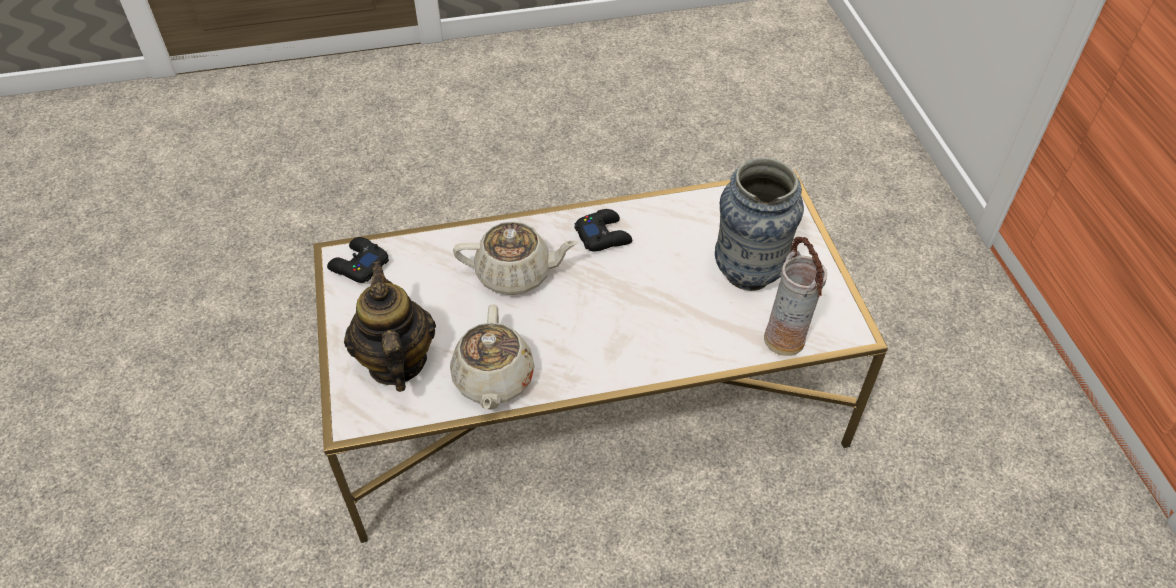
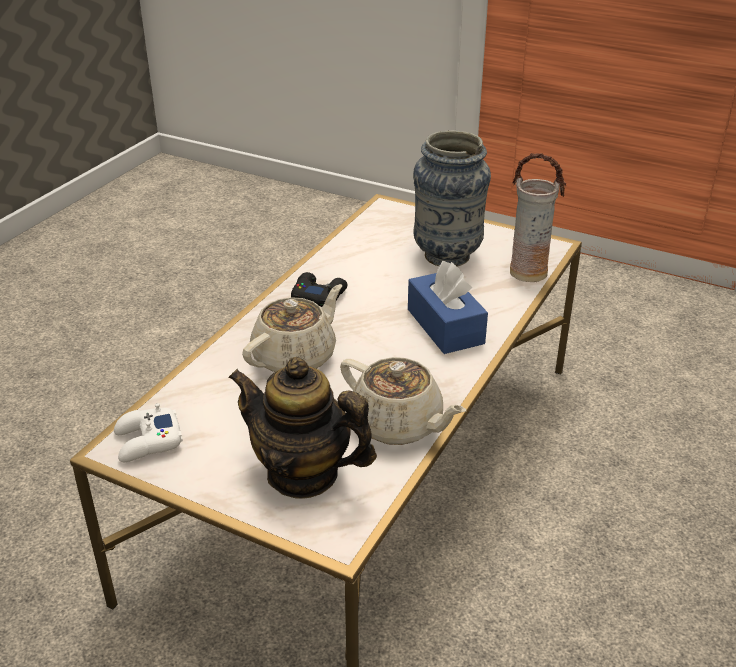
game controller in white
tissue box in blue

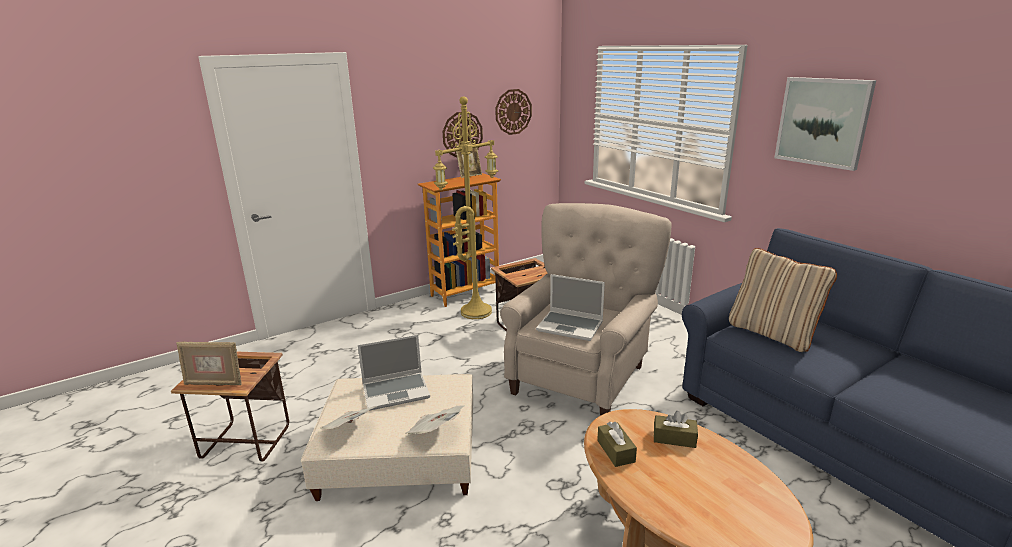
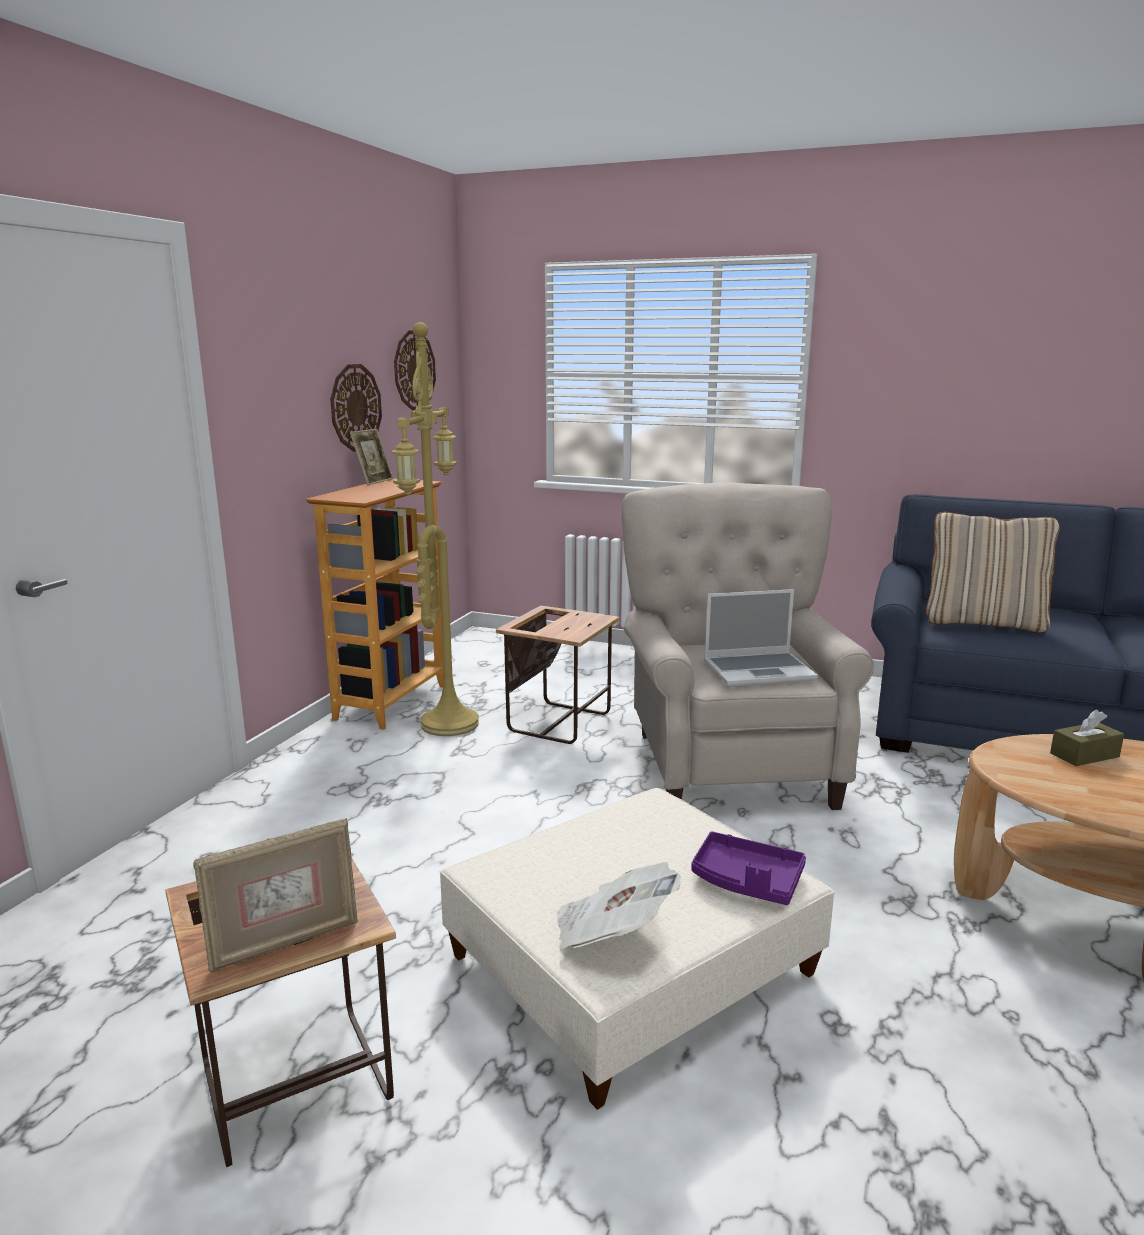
picture
laptop (1st from left in the first image)
tray in purple
tissue box in brown (1st from left in the first image)

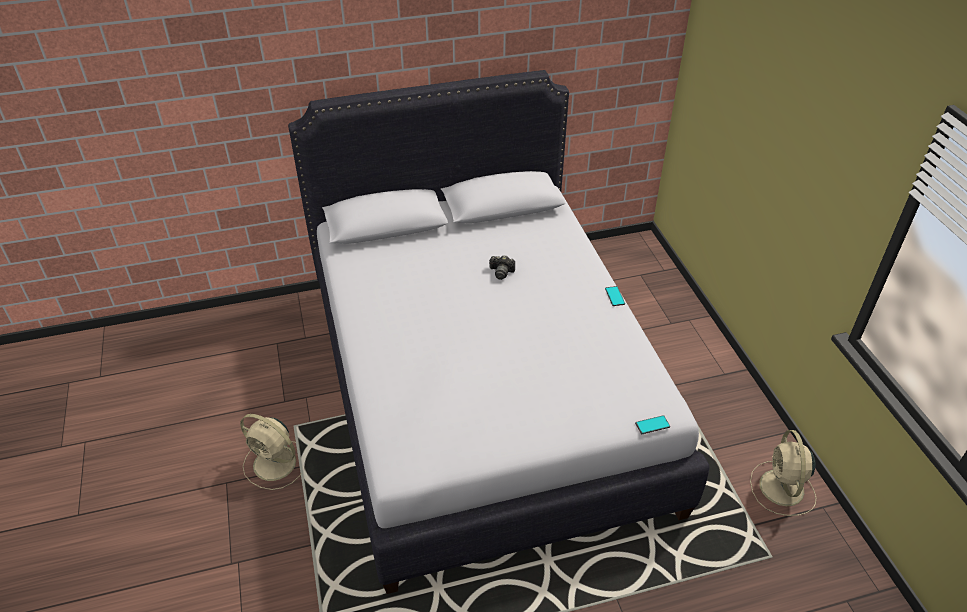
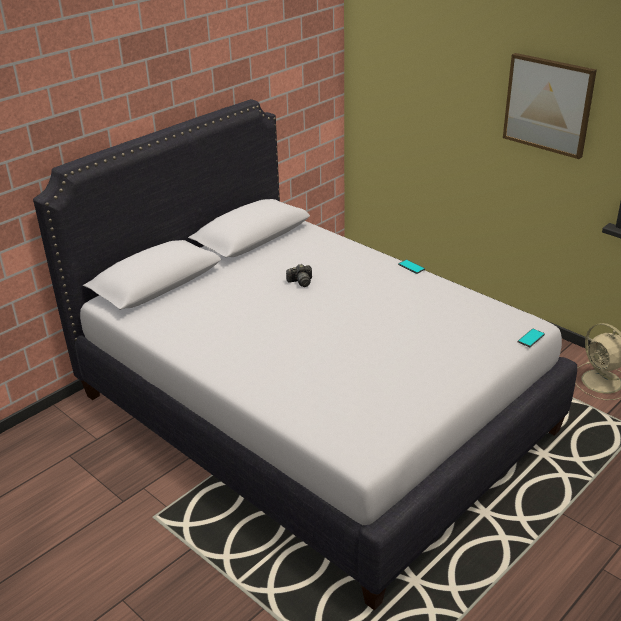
fan in beige (1st from left in the first image)
picture

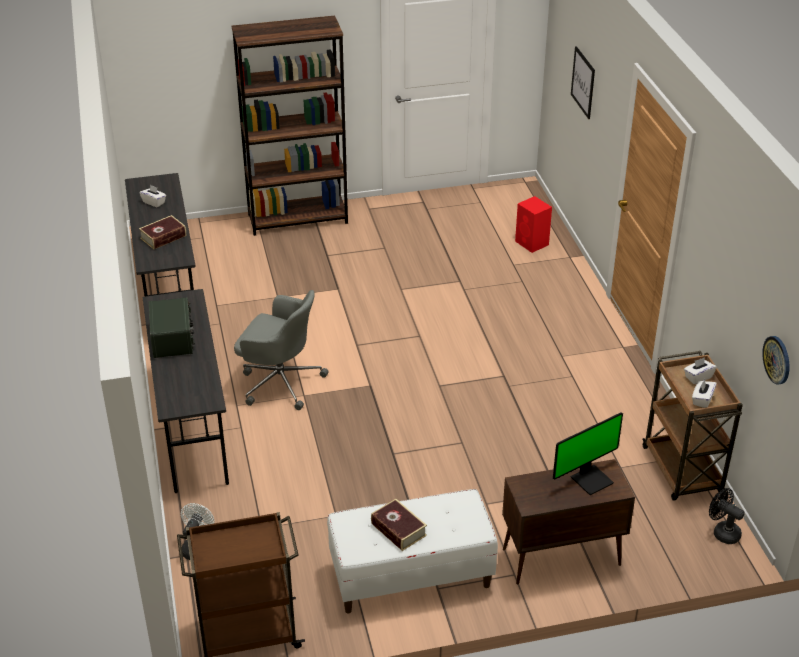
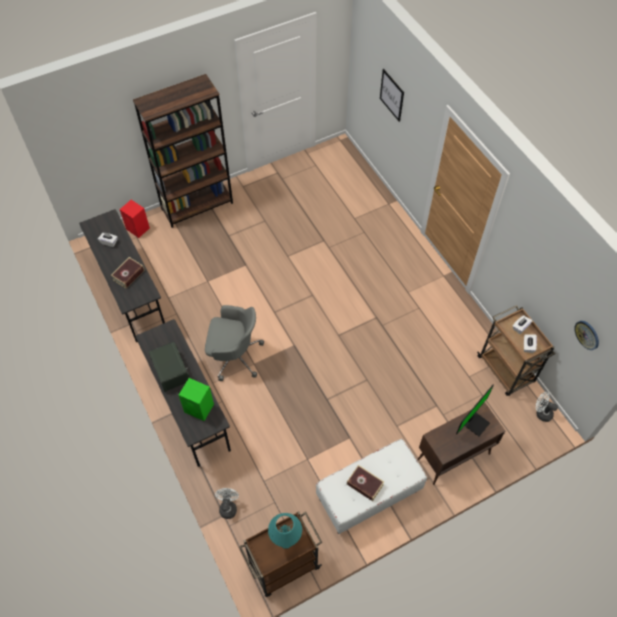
speaker in red
fan in white (2nd from left)
speaker in green
table lamp in turquoise

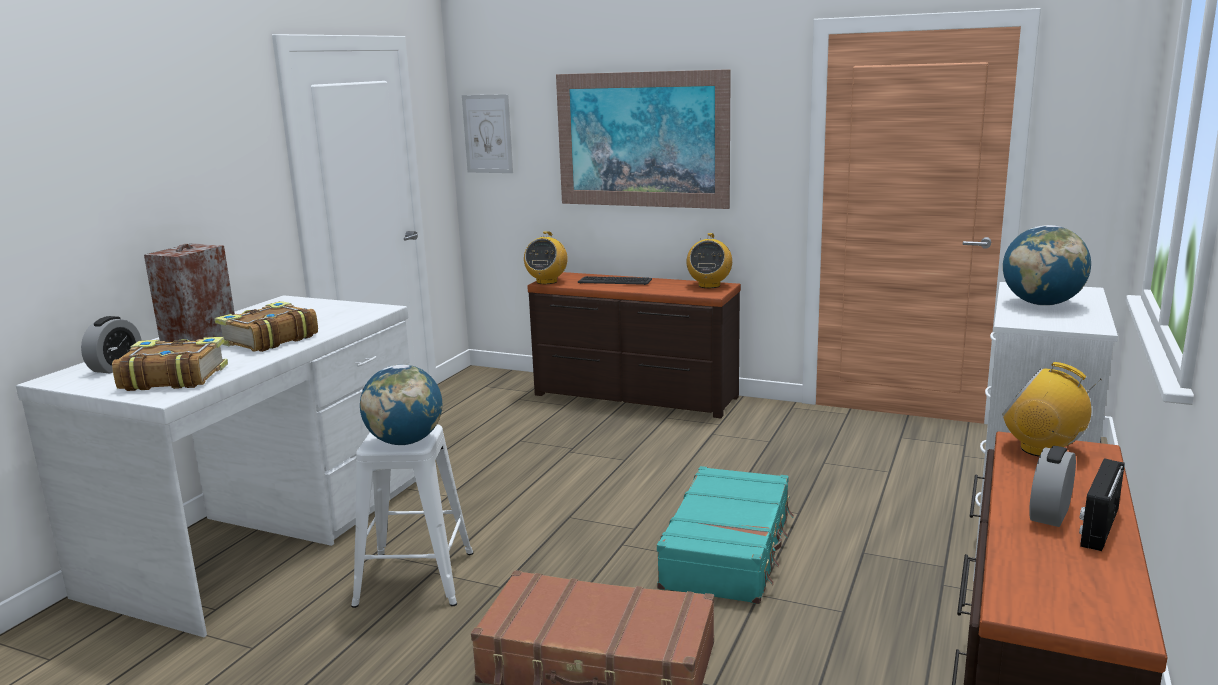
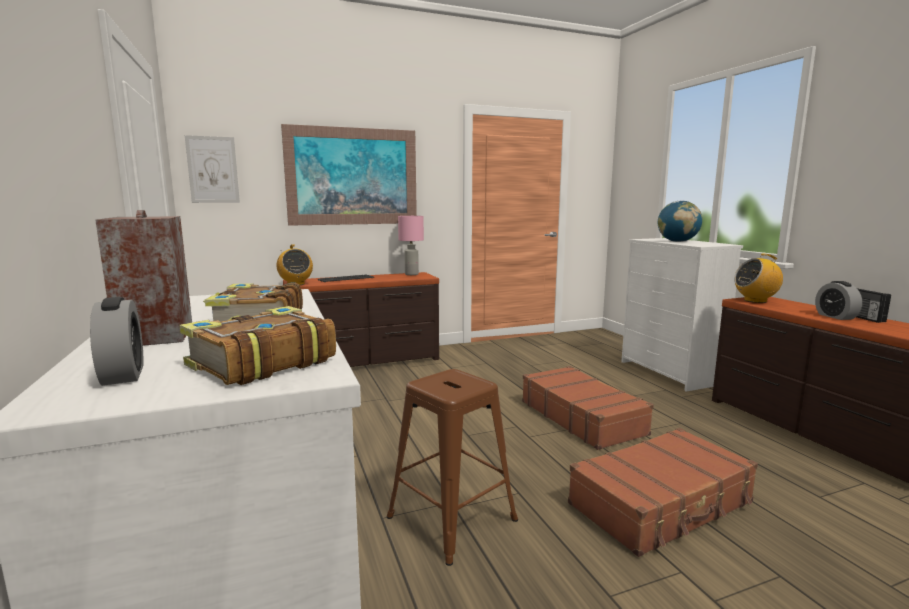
table lamp in pink
globe (1st from left in the first image)
stool in brown
suitcase in brown (1st from left)

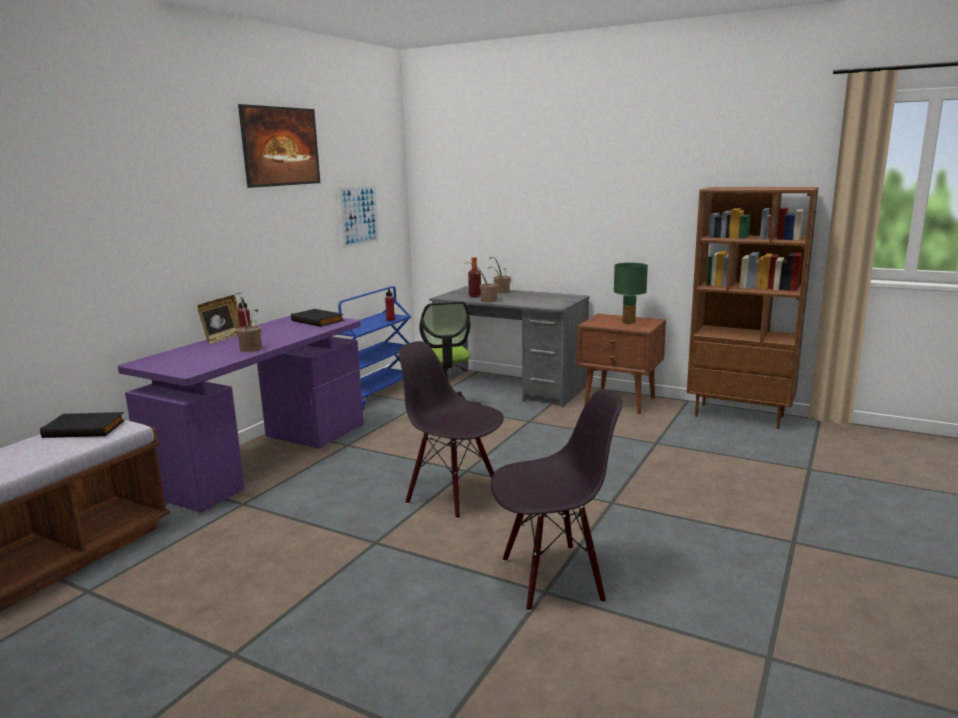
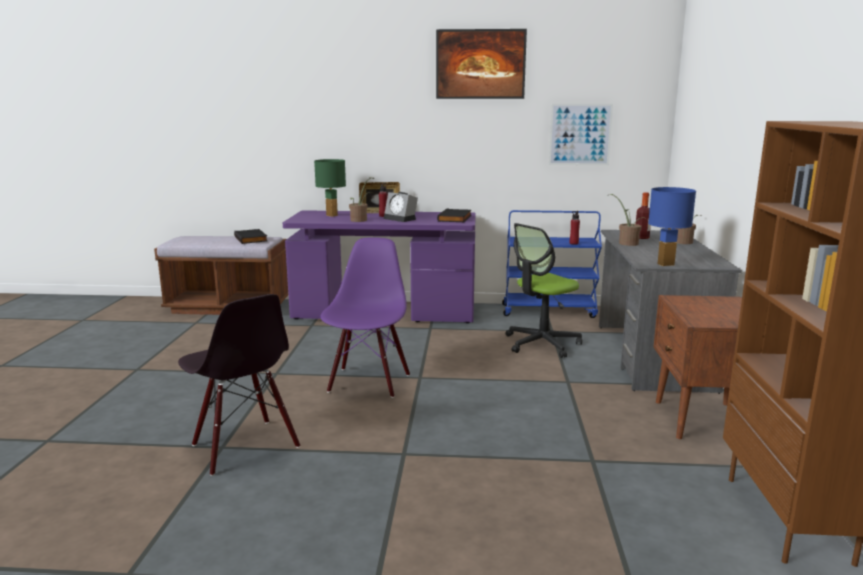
table lamp in green
chair in purple
table lamp in blue
alarm clock

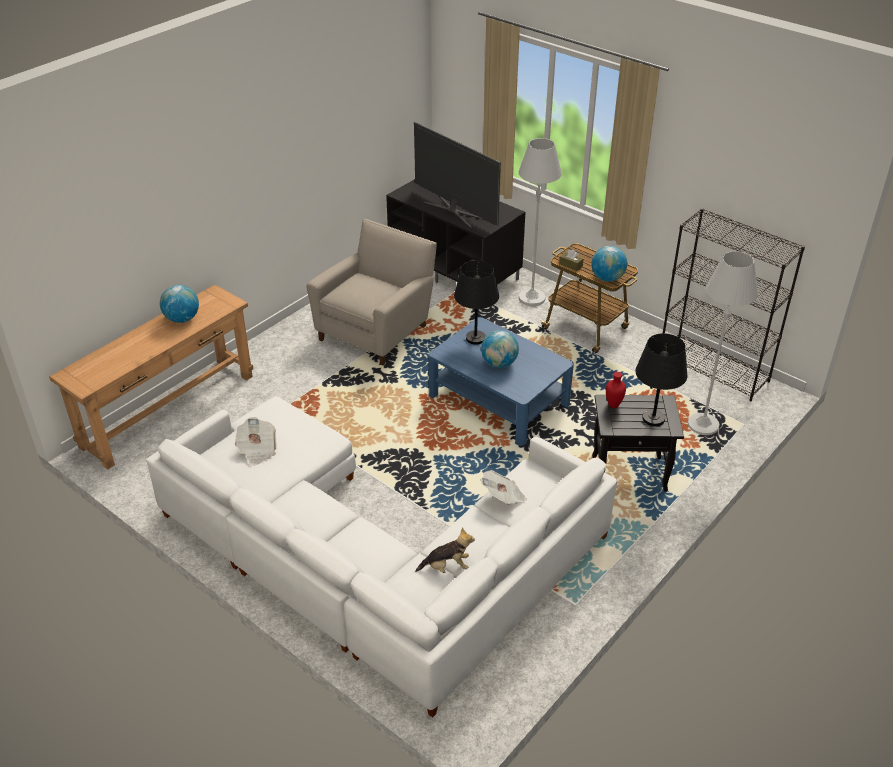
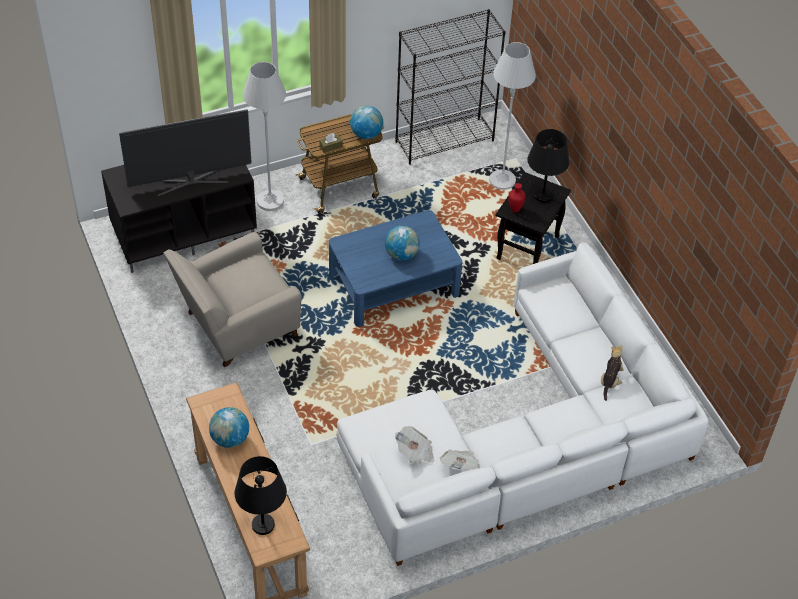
armchair in beige
table lamp in black (1st from left)
newspaper (2nd from left)

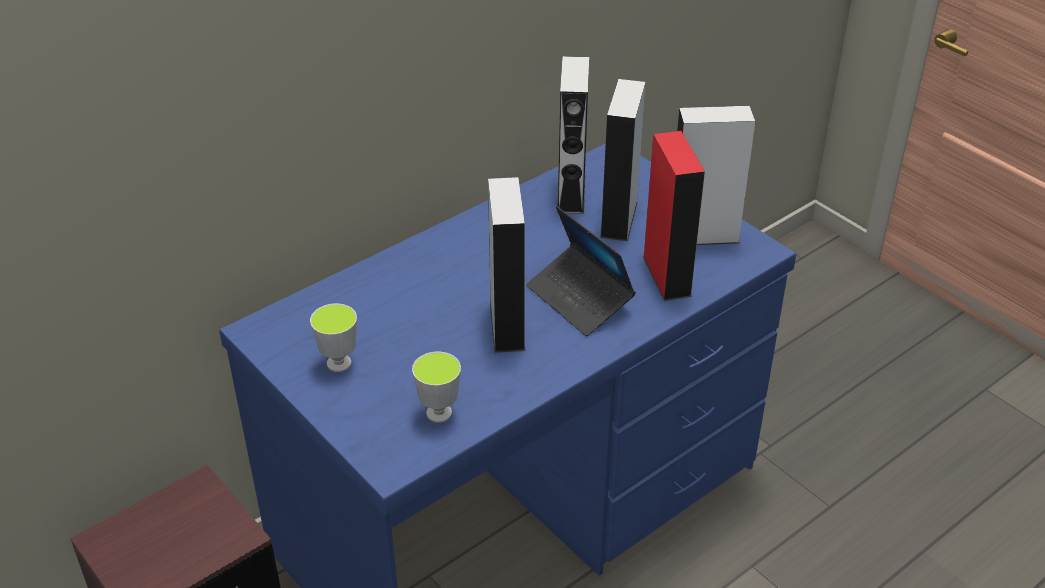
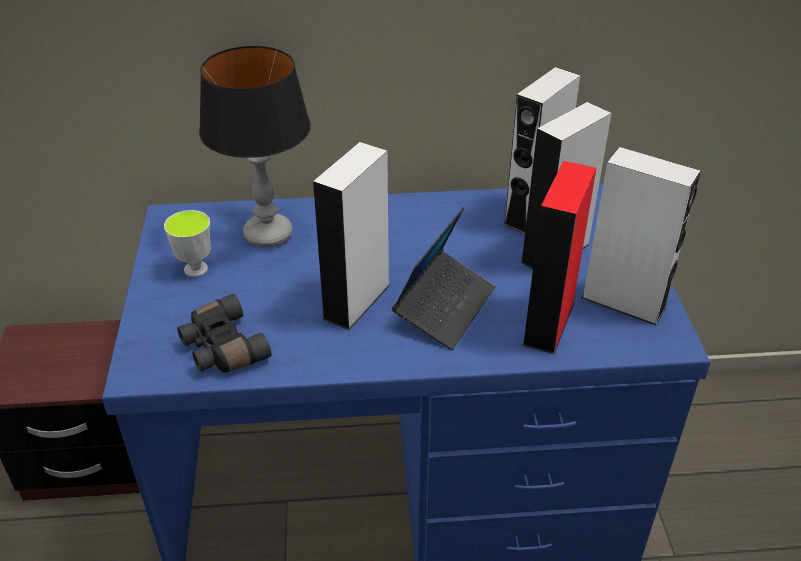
laptop
binoculars in black
table lamp

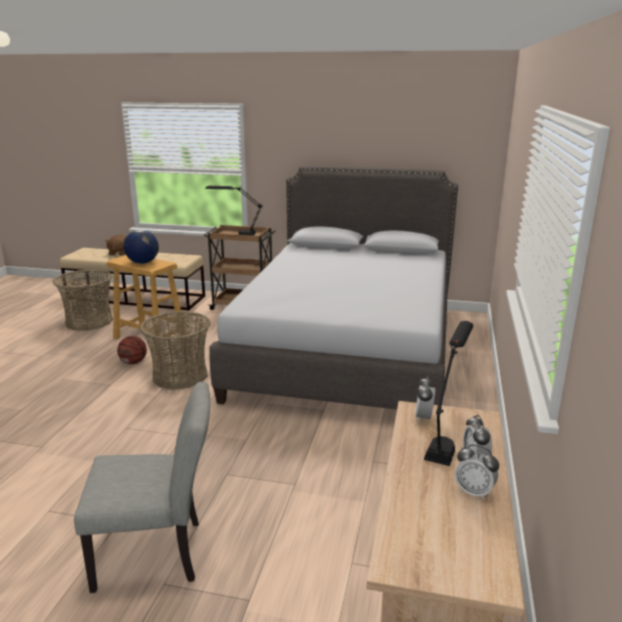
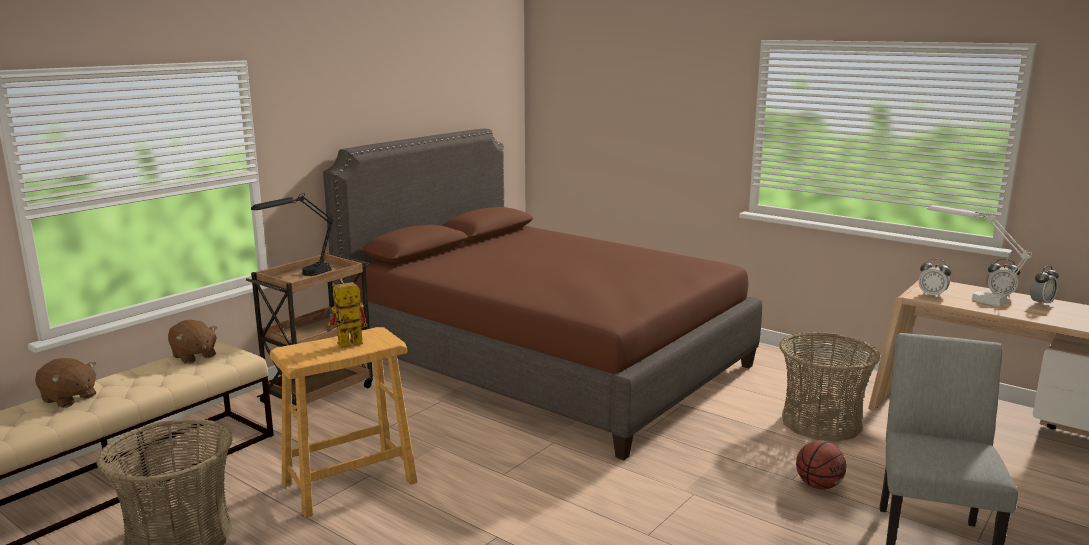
bed in brown
toy robot
basket (2nd from left)
table lamp in white
basketball
plush toy in brown (2nd from left)

